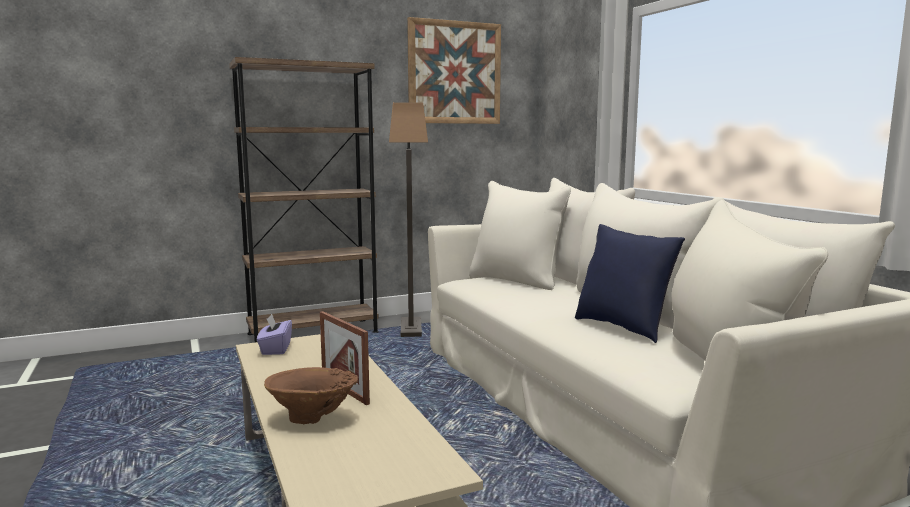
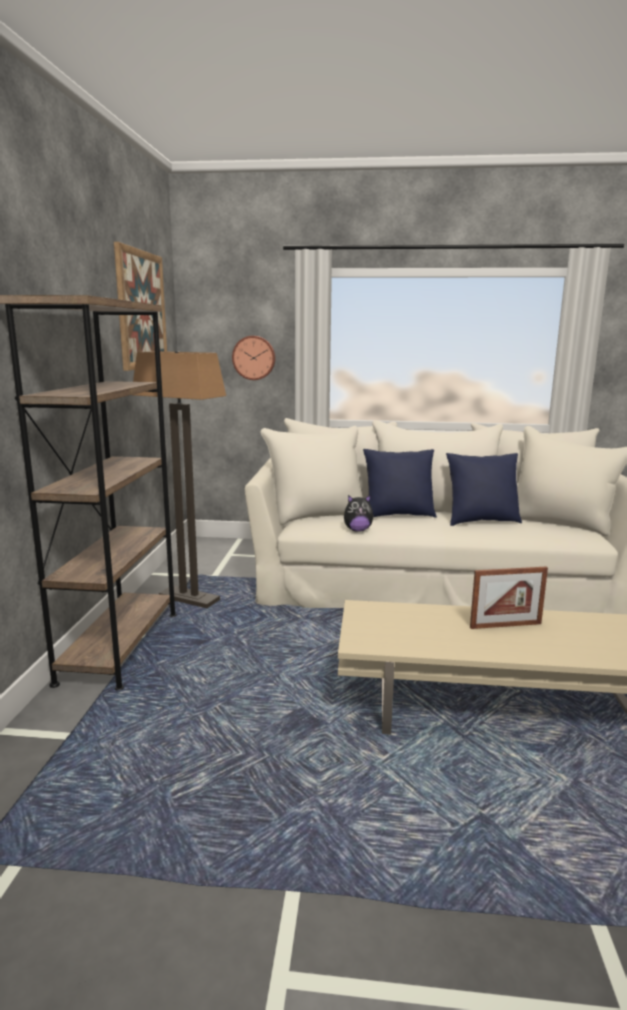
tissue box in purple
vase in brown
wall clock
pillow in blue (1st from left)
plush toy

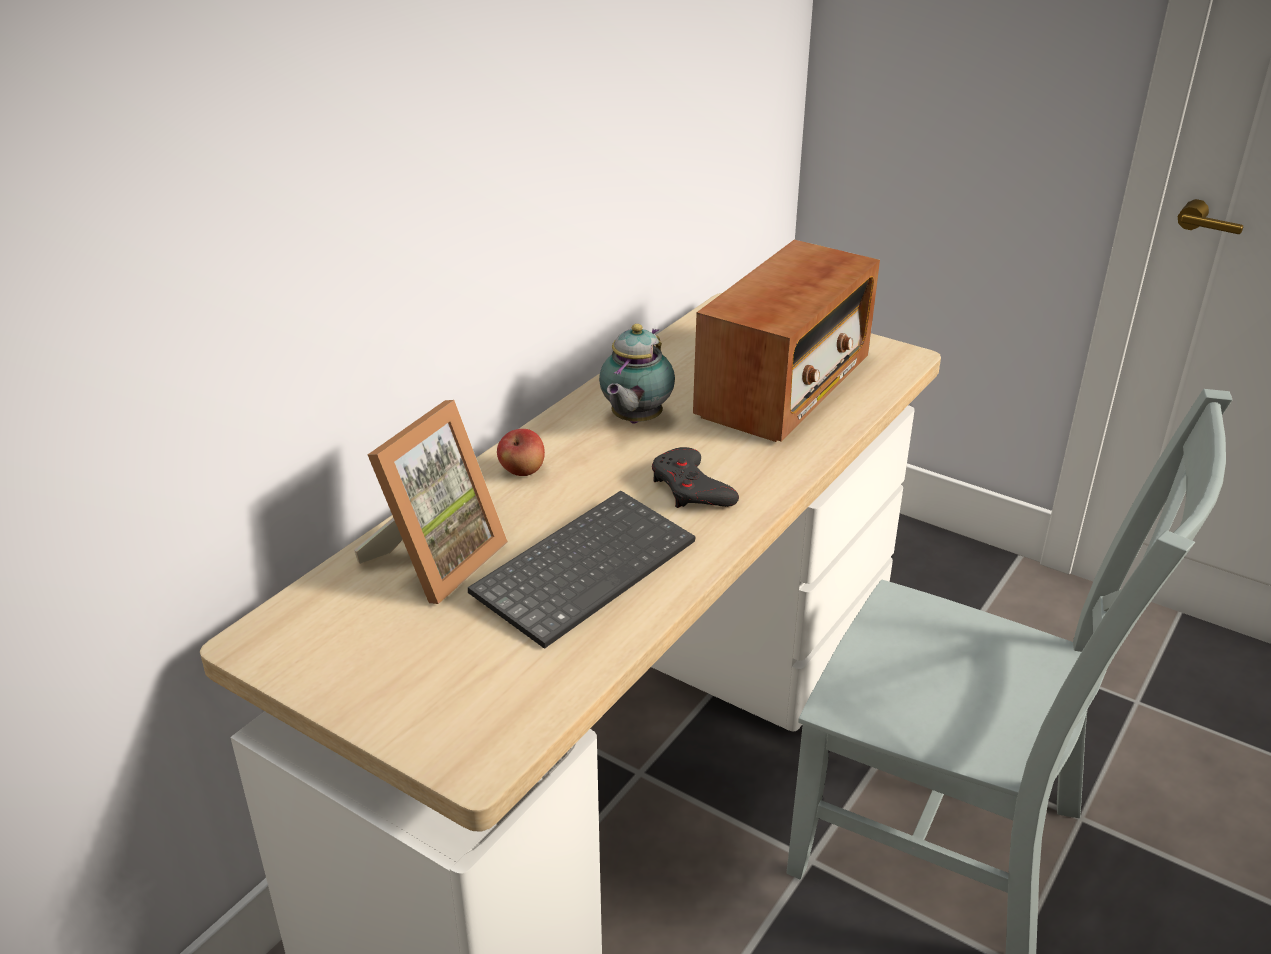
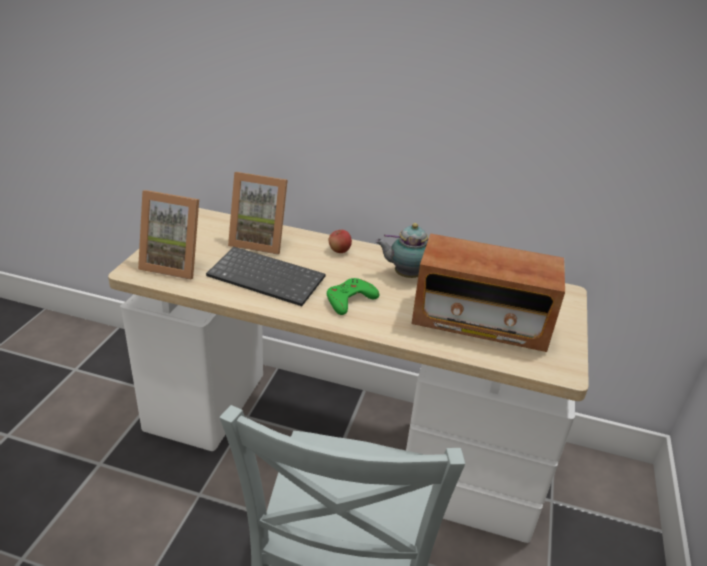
game controller in green
picture frame (1st from left)

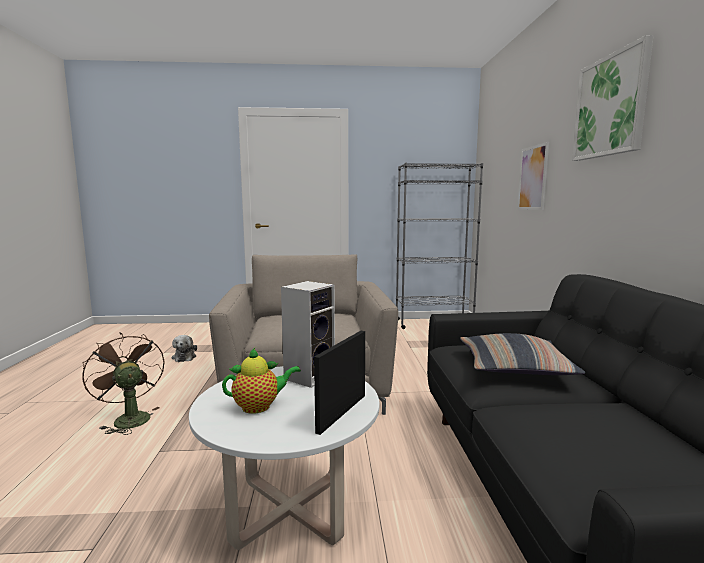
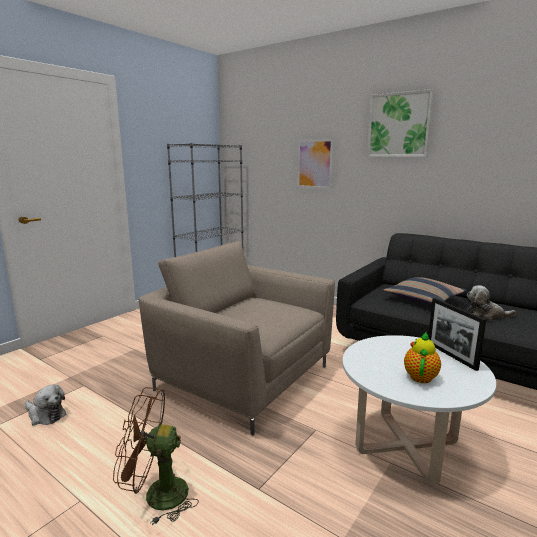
speaker
plush toy (2nd from left)

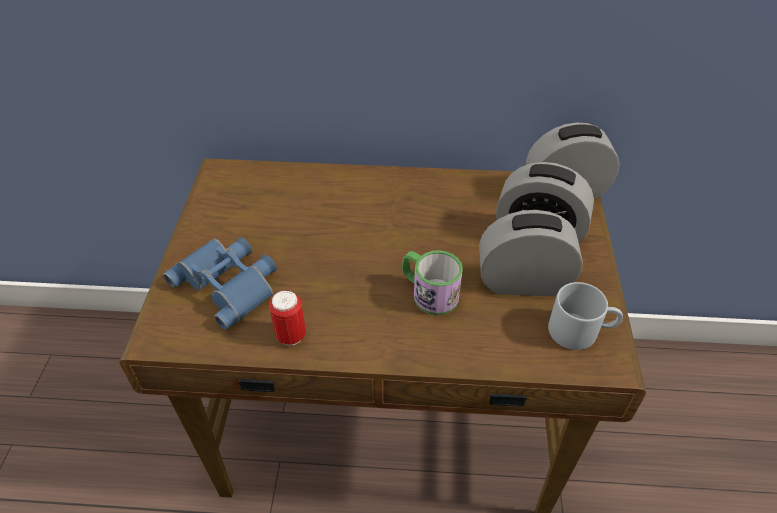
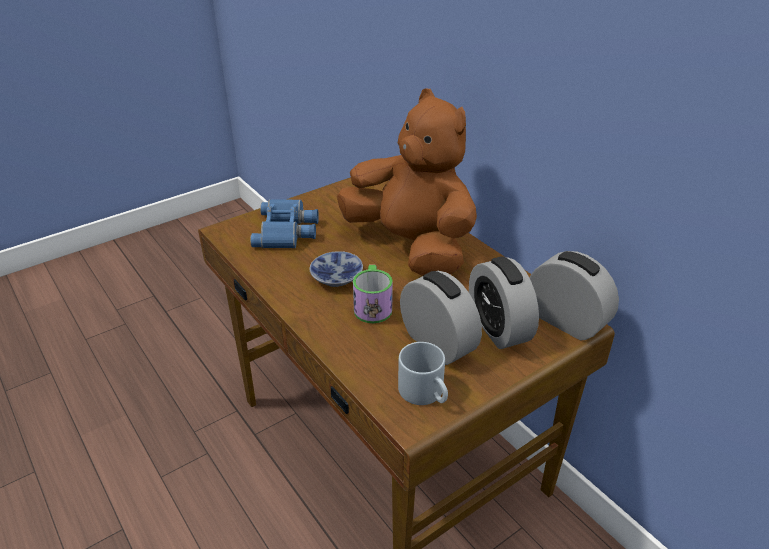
can
plush toy in brown
bowl

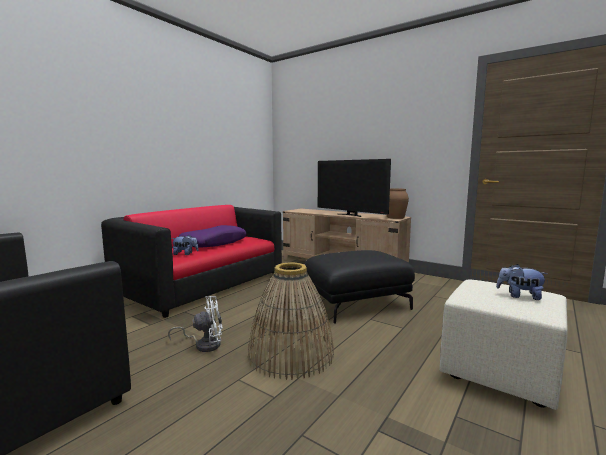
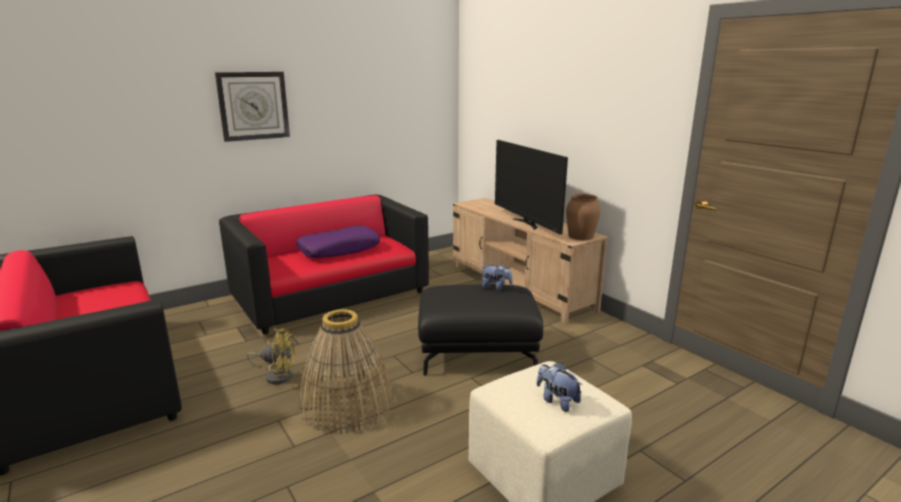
plush toy (1st from left)
fan in yellow
wall clock

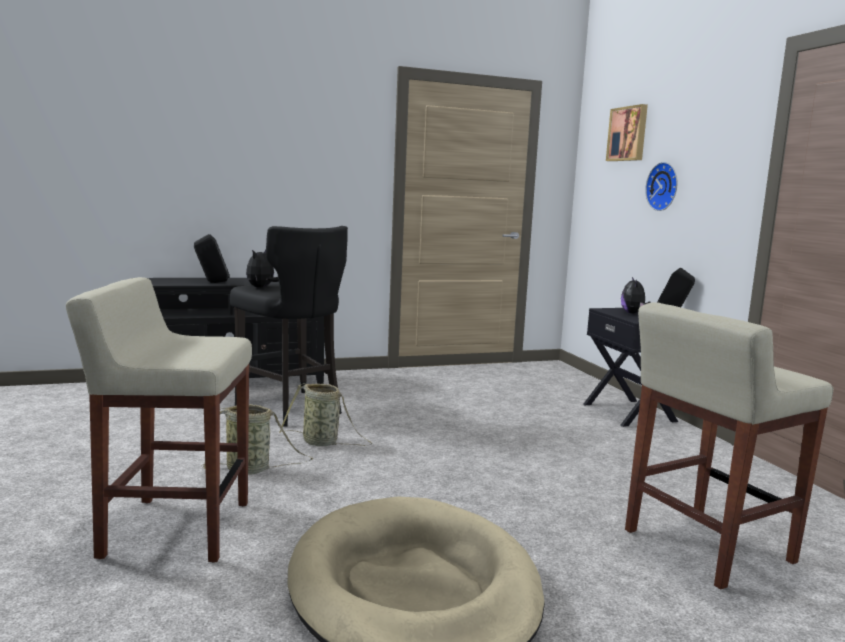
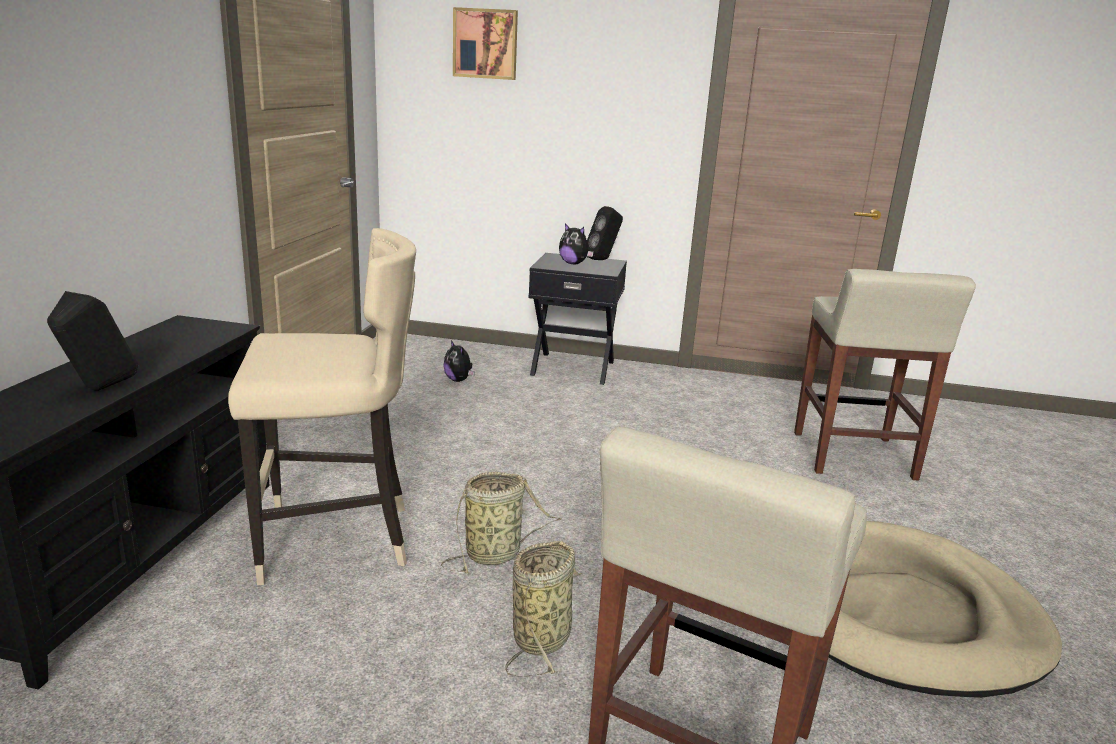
wall clock
stool in beige (1st from left)
plush toy (1st from left)

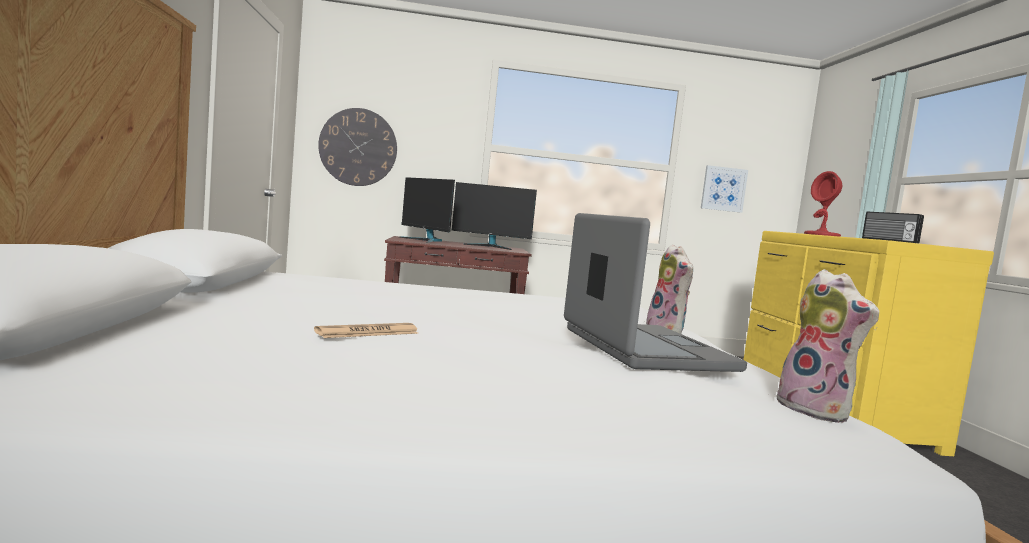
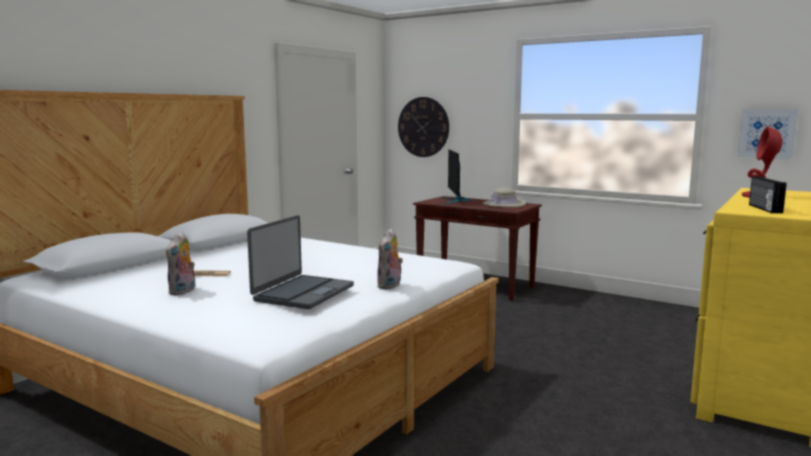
hat in beige
plush toy (1st from left)

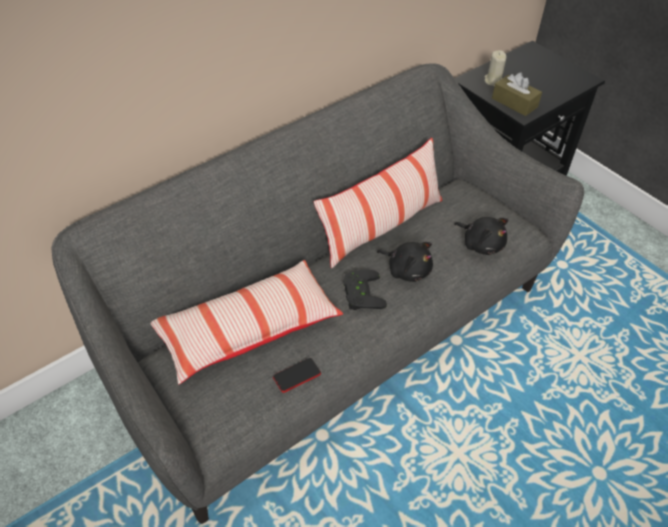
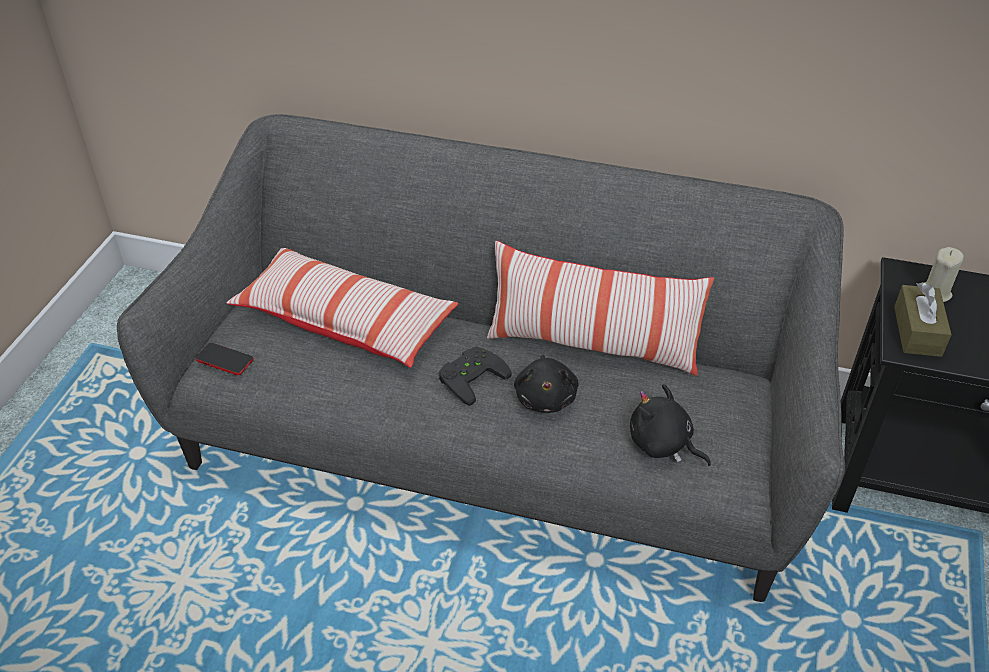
plush toy in black (2nd from left)
phone

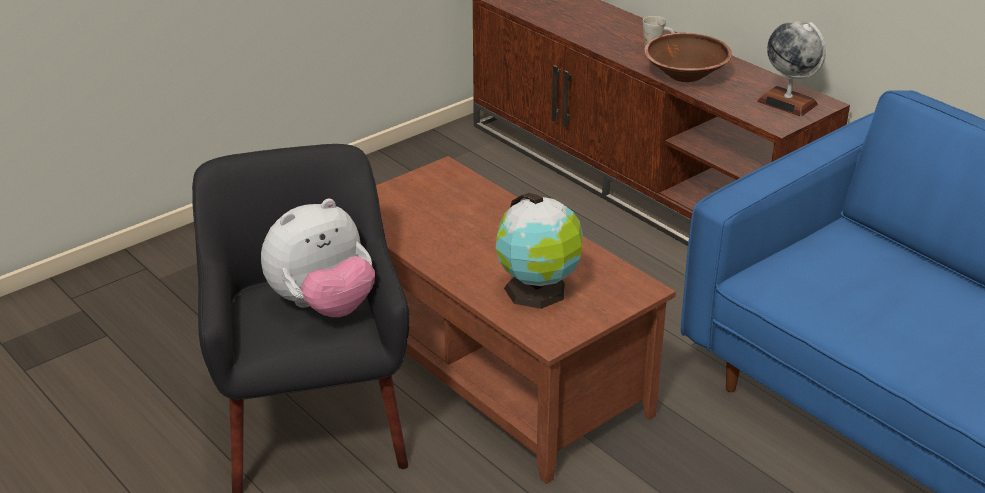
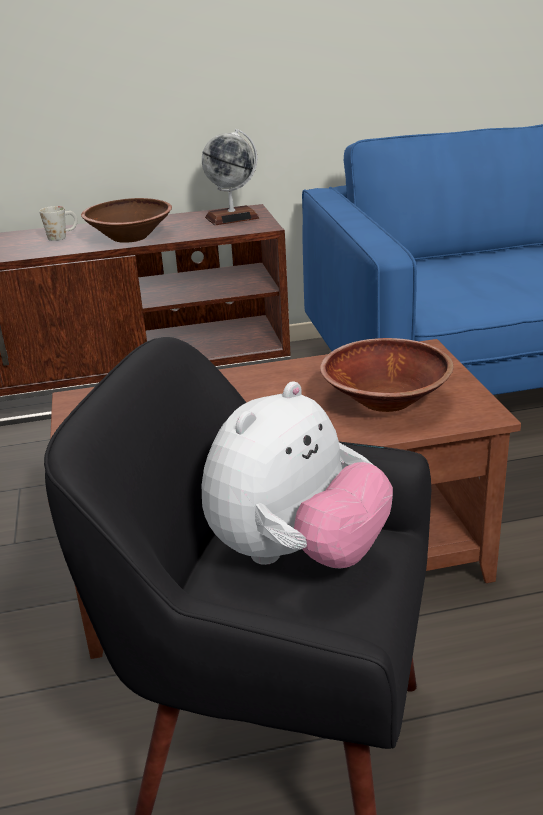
bowl in brown (2nd from left)
plush toy

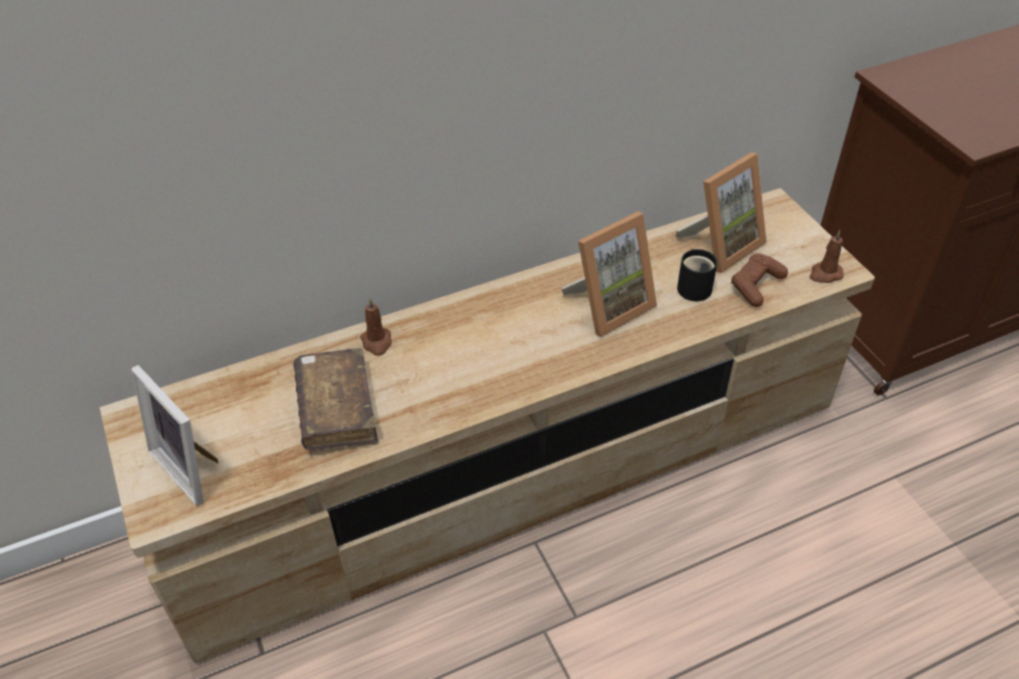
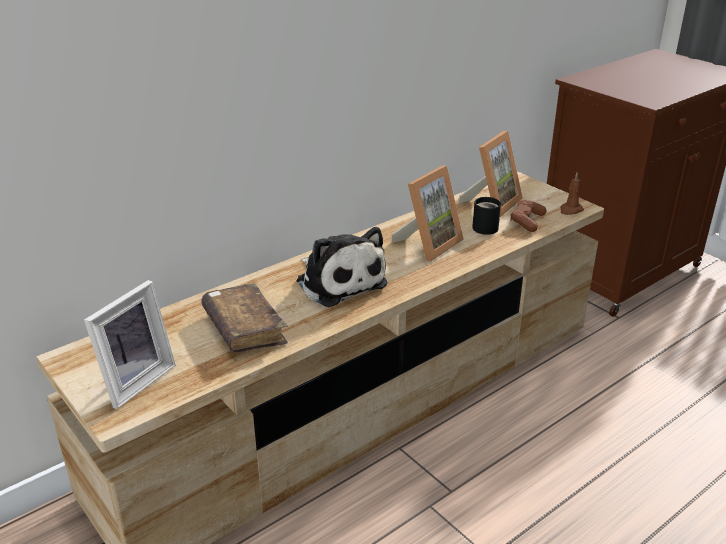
candle in brown (1st from left in the first image)
picture frame (1st from left)
plush toy

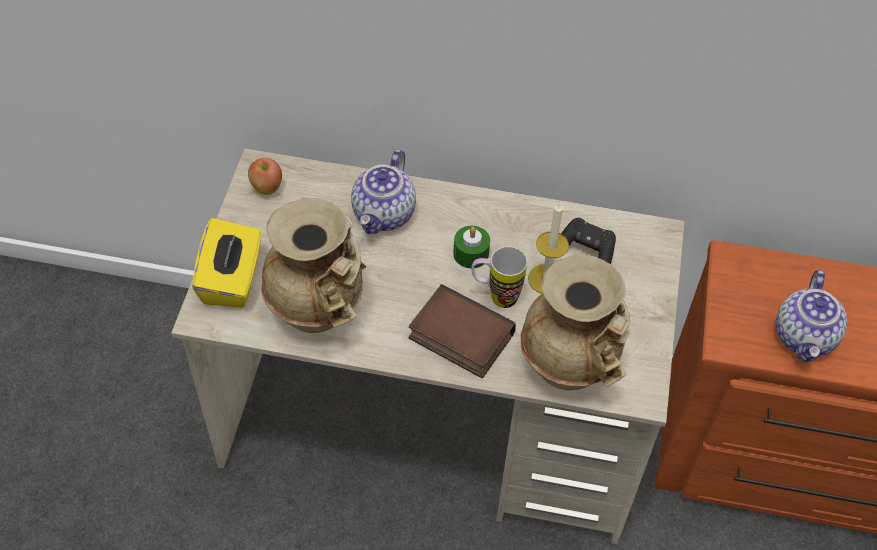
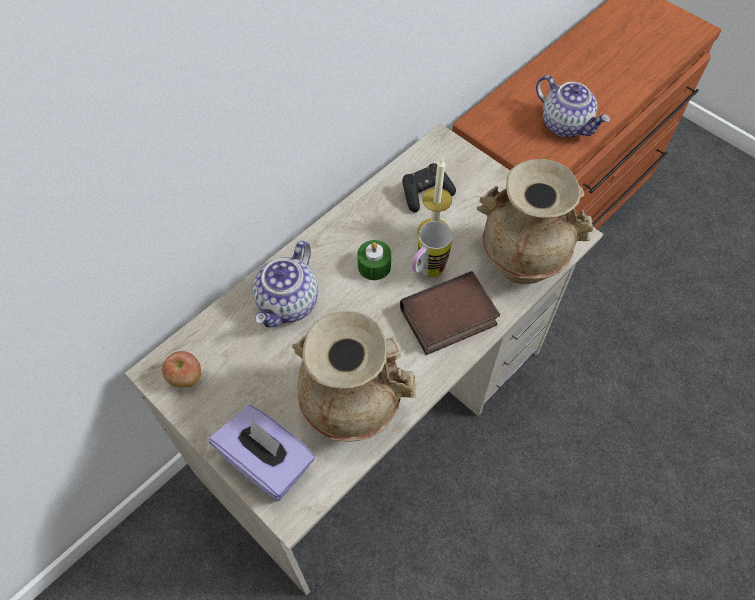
teapot (1st from left)
tissue box in purple

